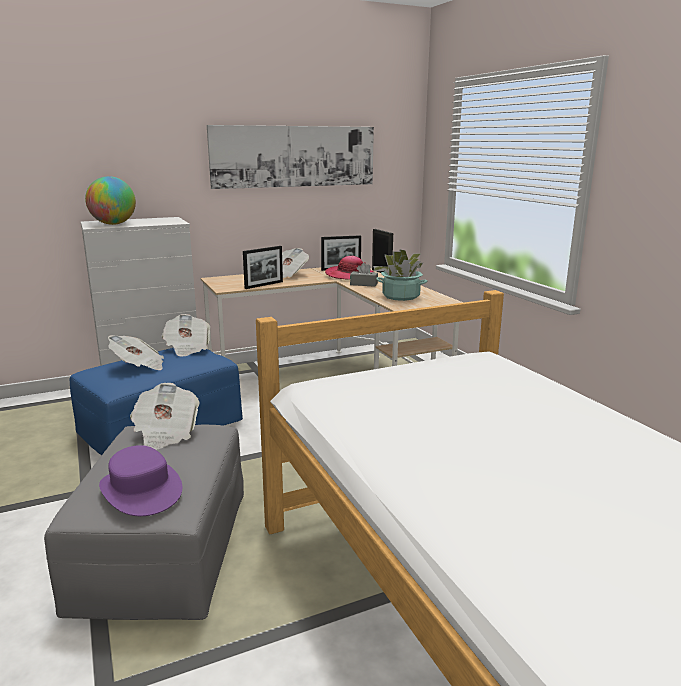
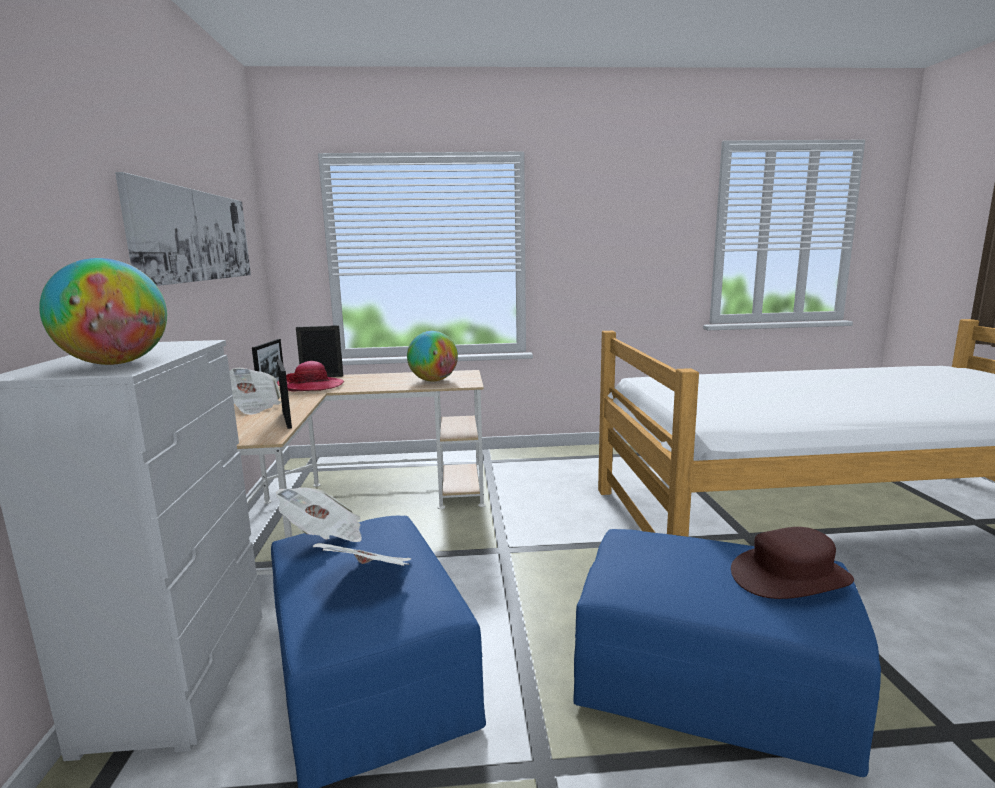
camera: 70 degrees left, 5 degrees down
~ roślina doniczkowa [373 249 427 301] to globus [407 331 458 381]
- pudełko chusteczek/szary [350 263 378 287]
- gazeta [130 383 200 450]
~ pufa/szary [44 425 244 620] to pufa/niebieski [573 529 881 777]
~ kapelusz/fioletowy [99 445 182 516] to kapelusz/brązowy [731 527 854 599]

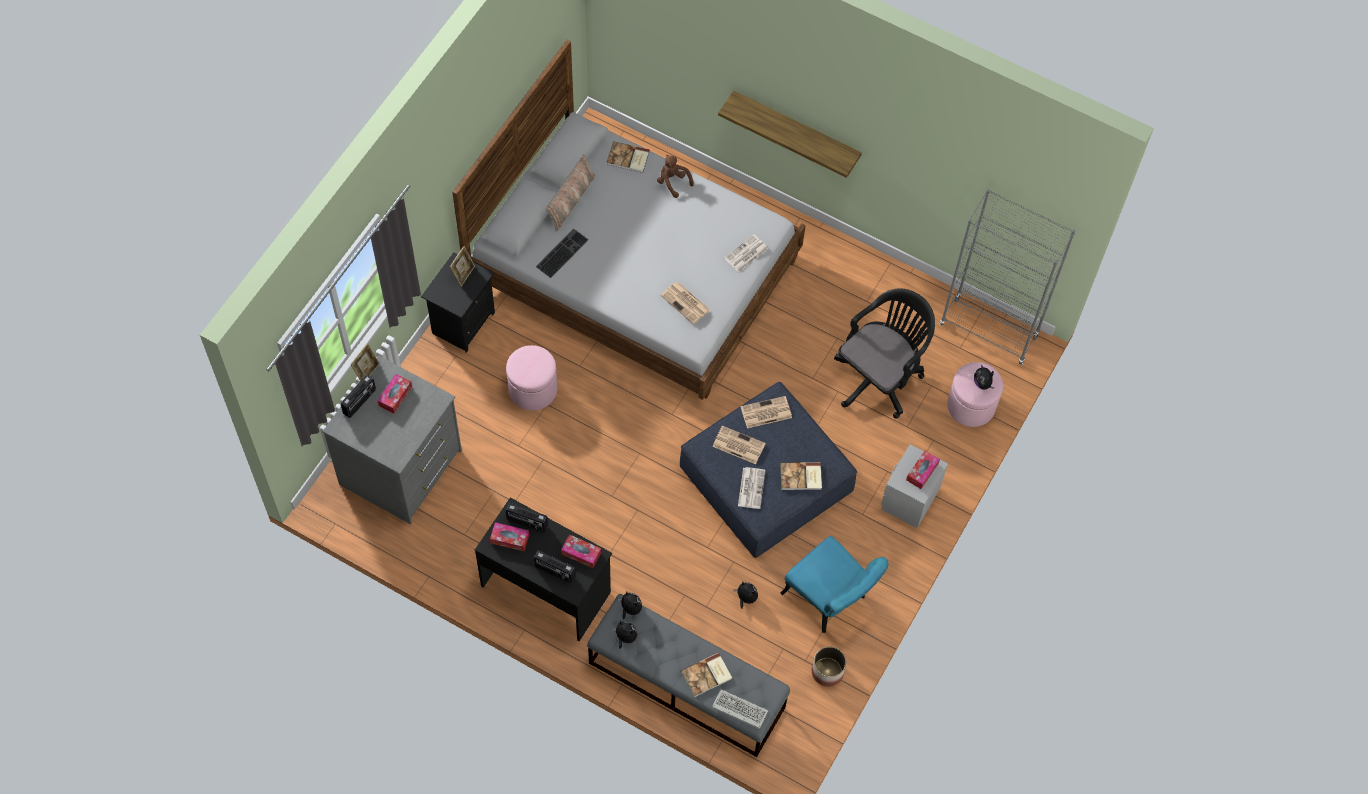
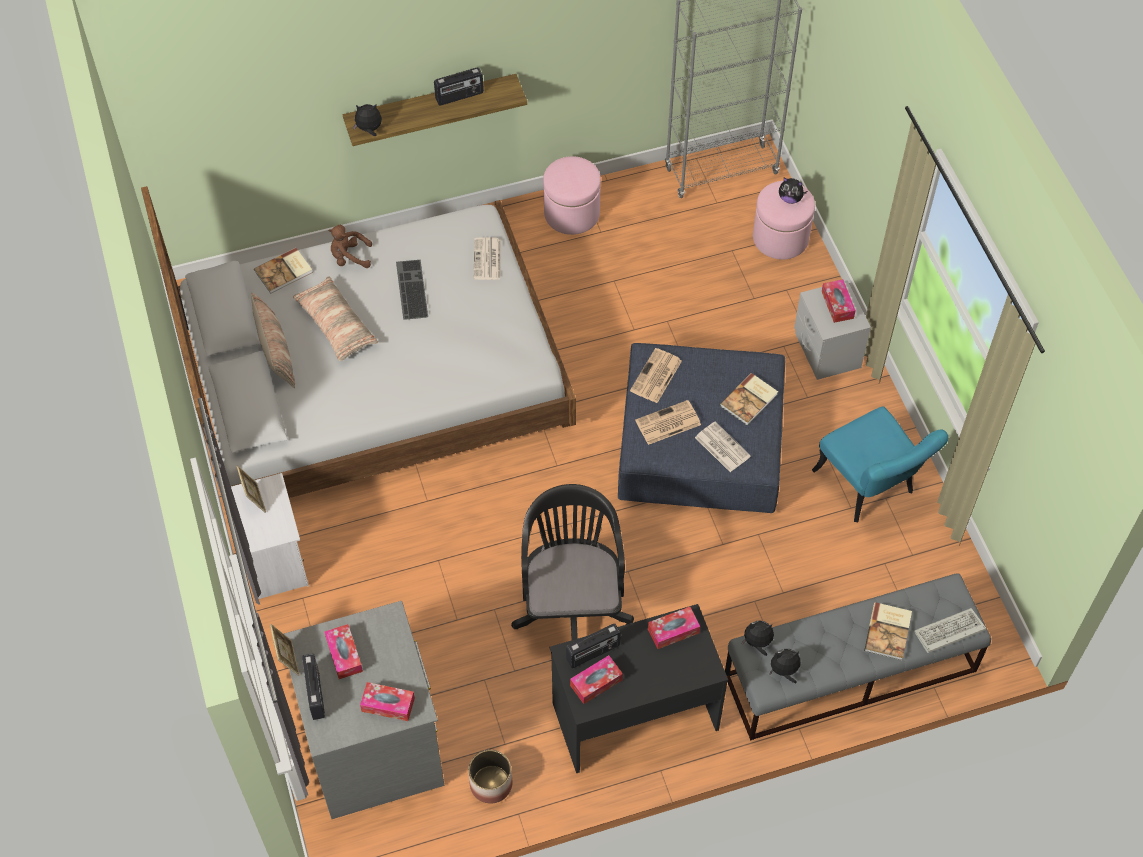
camera: 45 degrees left, 5 degrees down
~ klawiatura [536 228 588 278] to [396 260 428 320]
~ szafka nocna/czarny [421 252 495 353] to szafka nocna/biały [231 473 309 599]
- gazeta [661 282 710 324]
~ krzesło biurowe/czarny [834 289 935 419] to [511 484 634 640]
~ pufa/różowy [506 345 557 410] to [543 156 601 235]
~ krzesło/turkusowy [780 536 889 633] = [812 407 948 522] 60 degrees clockwise
~ radio [534 550 576 583] to [434 67 484 105]
~ pluszak [734 582 758 609] to [353 104 382 136]
~ donica [812 646 846 687] to [468 750 512 804]
+ poduszka [293 276 378 361]
+ pudełko chusteczek [360 682 415 721]

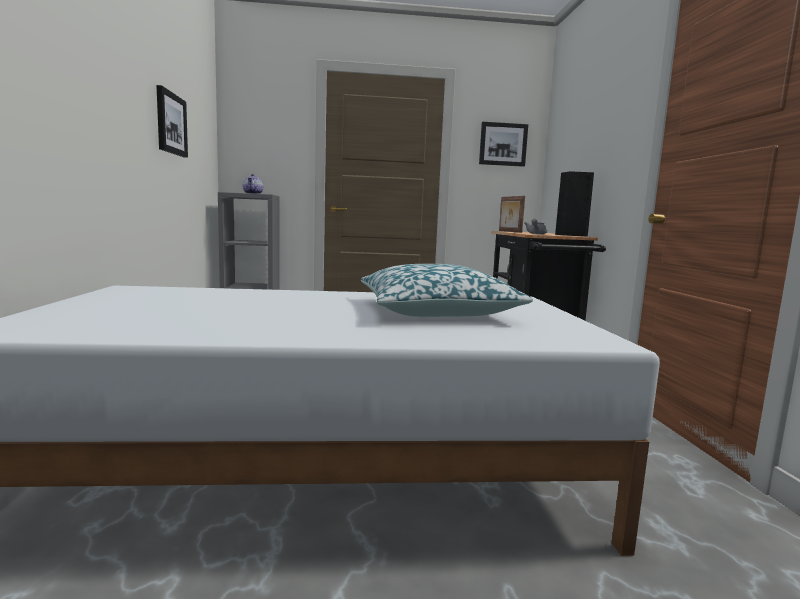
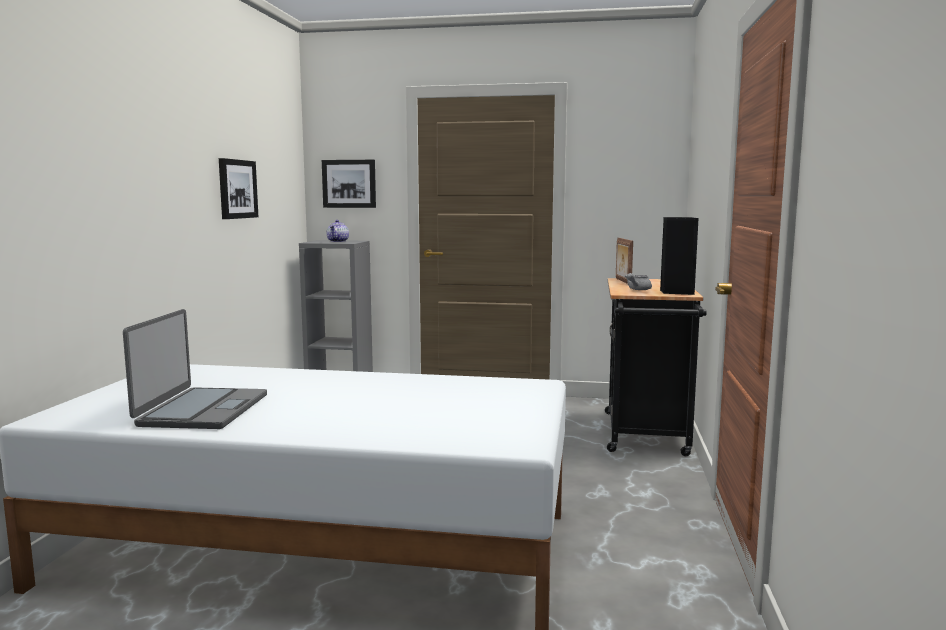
camera: 15 degrees right, 0 degrees up
~ obraz [479 122 528 167] to [322 160 376 208]
- poduszka [361 264 533 317]
+ laptop [123 309 267 429]

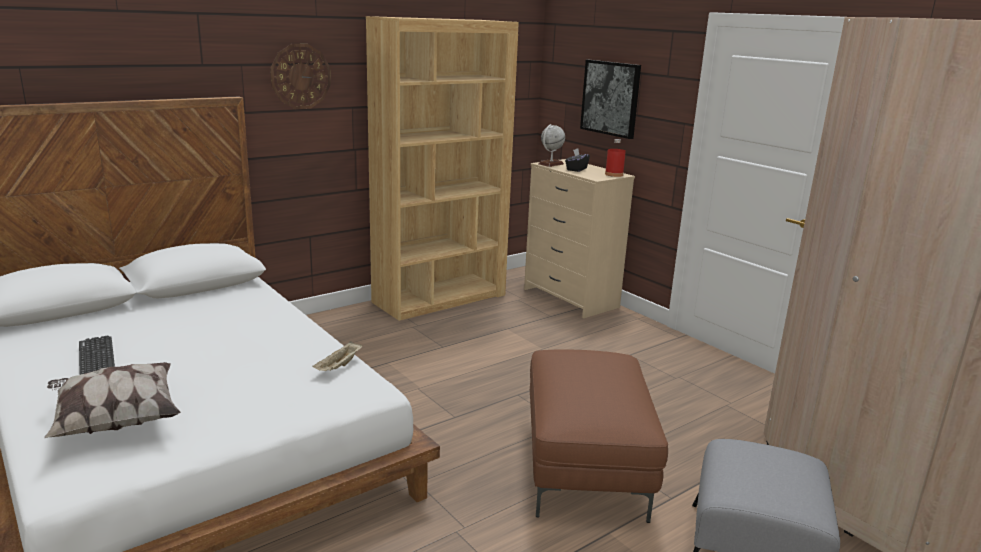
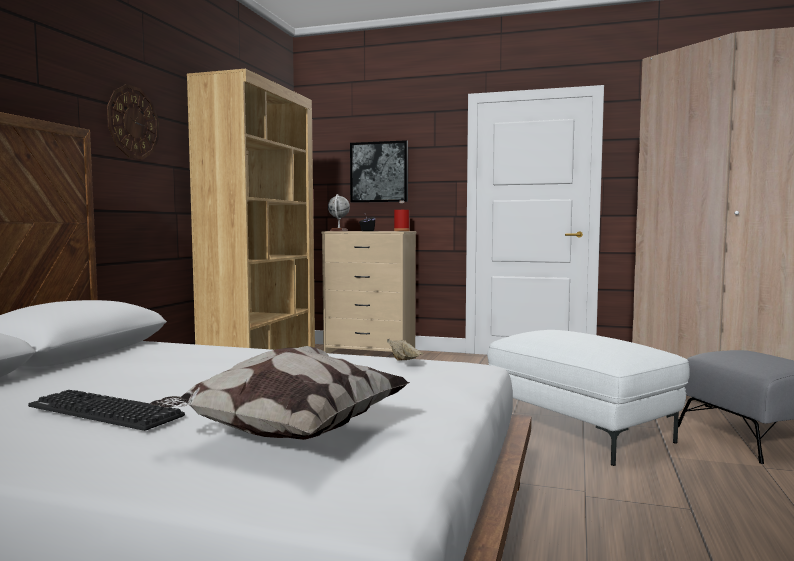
camera: 35 degrees left, 15 degrees down
~ pufa/brązowy [530 350 668 523] to pufa/biały [487 330 690 466]

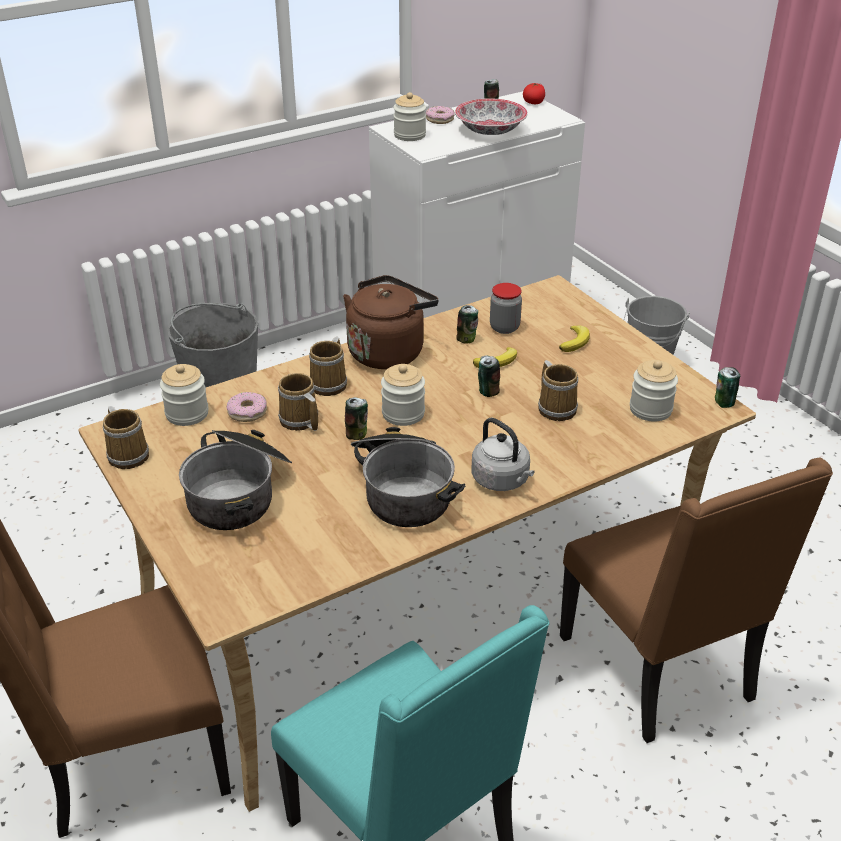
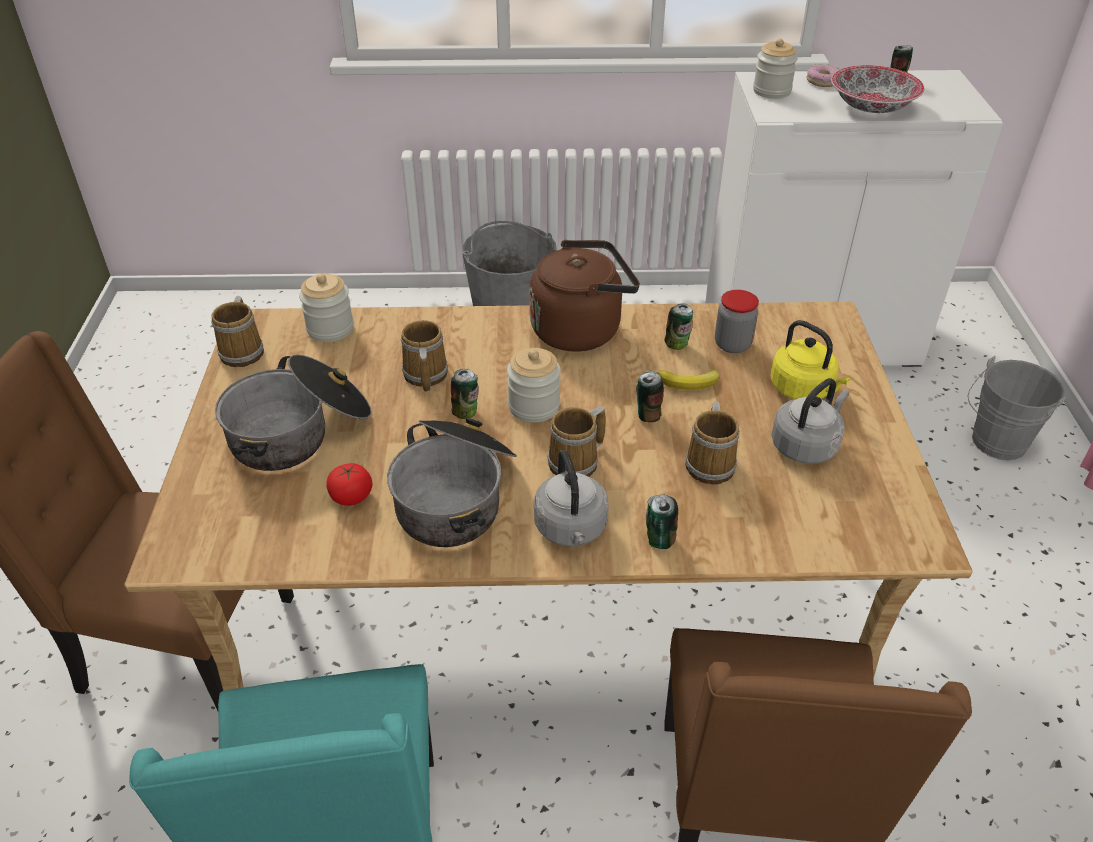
camera: 30 degrees right, 5 degrees up
~ pomidor [523 83 545 104] to [326 463 372 506]
~ banan [559 325 590 352] to czajnik/żółty [770 320 850 399]
~ kubek [309 337 347 396] to [547 406 606 477]
- słoik [630 360 678 421]
~ puszka [715 367 741 408] to [646 494 678 549]
- donut [226 392 267 422]
+ czajnik/szary [771 378 849 464]

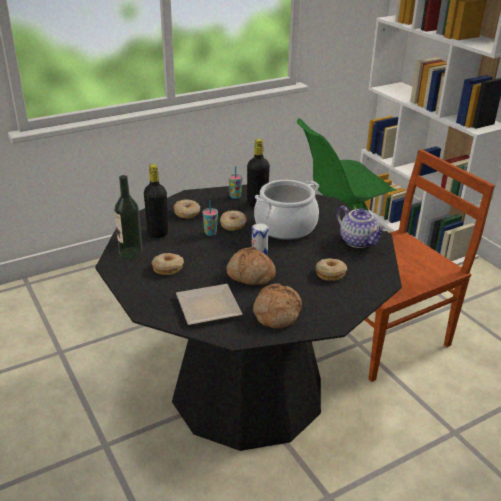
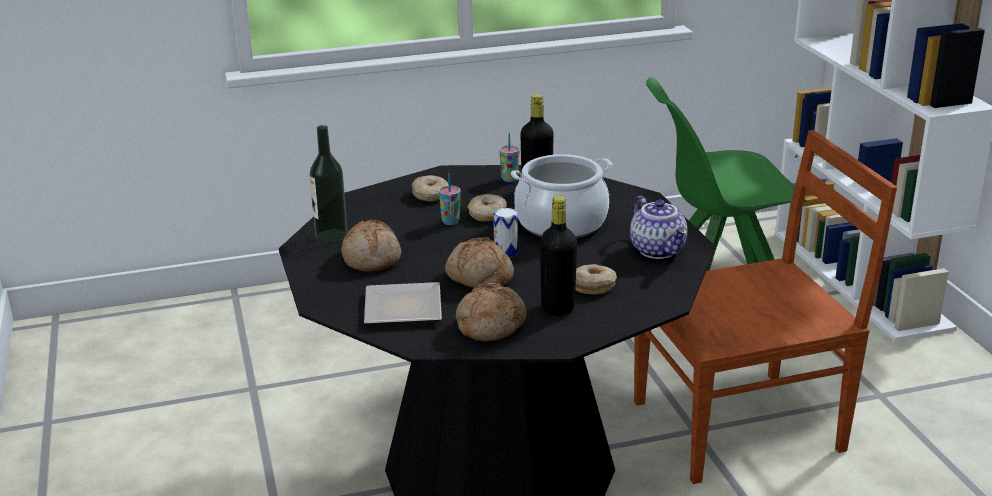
camera: 15 degrees right, 5 degrees down
~ butelka/czarny [144 164 168 238] to [540 195 577 316]
~ donut [152 253 184 275] to chleb [341 220 401 272]

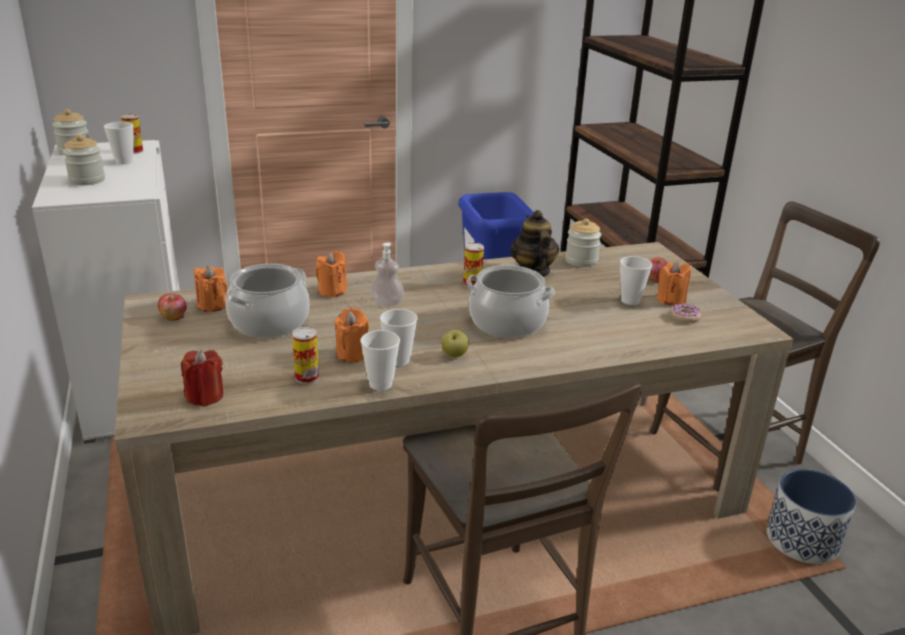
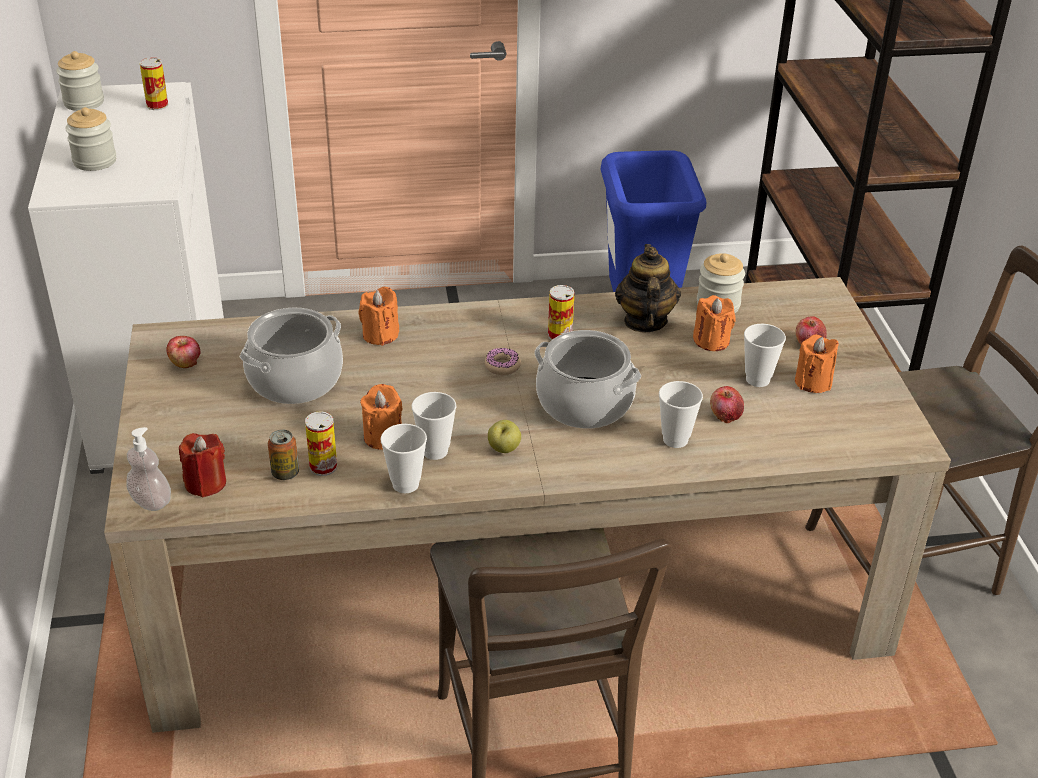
camera: 10 degrees right, 10 degrees up
~ filiżanka [104 122 134 164] to [659 381 703 448]
~ dozownik mydła [370 242 404 306] to [126 427 171 511]
~ świeca/pomarańczowy [194 266 227 312] to [693 295 736 351]
~ donut [671 304 701 323] to [485 348 521 375]
- donica [767 469 856 564]
+ jabłko [710 386 744 424]
+ puszka [268 430 299 480]

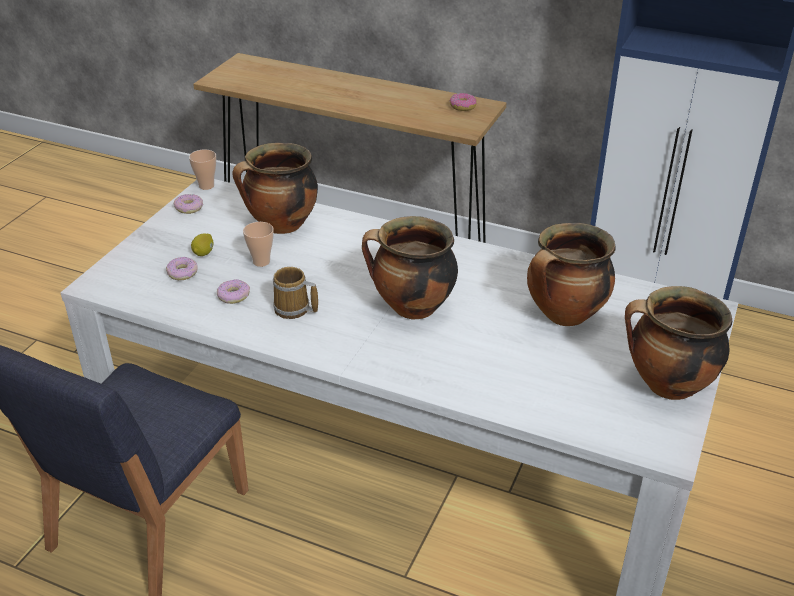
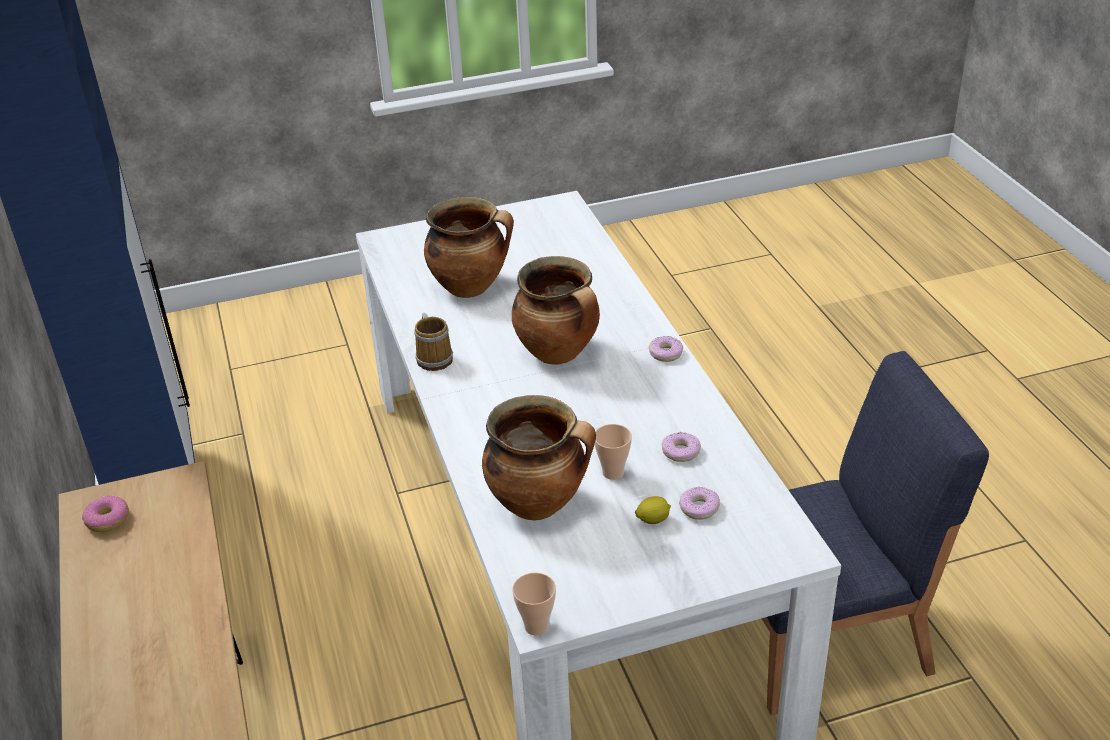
camera: 130 degrees left, 0 degrees up
~ donut [174 194 203 214] to [649 336 683 362]
~ kubek [273 267 318 319] to [414 313 453 371]
- garnek [625 286 732 400]

